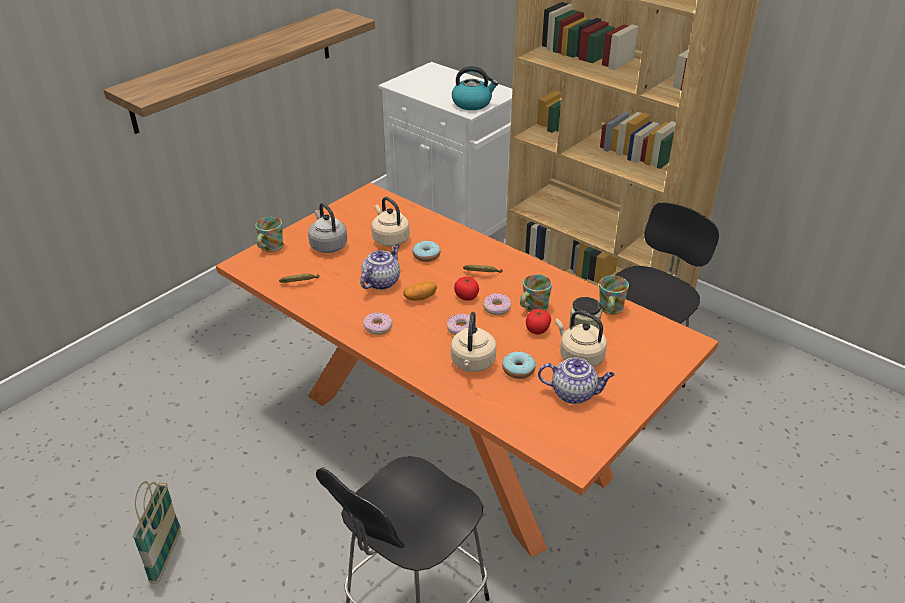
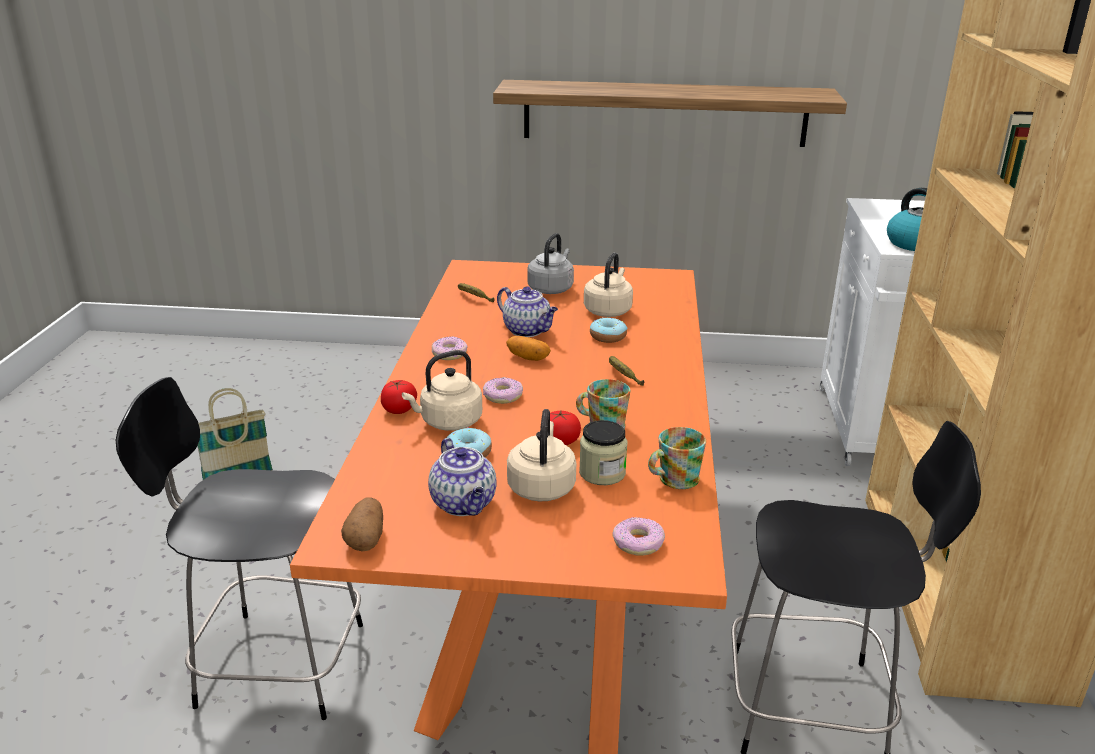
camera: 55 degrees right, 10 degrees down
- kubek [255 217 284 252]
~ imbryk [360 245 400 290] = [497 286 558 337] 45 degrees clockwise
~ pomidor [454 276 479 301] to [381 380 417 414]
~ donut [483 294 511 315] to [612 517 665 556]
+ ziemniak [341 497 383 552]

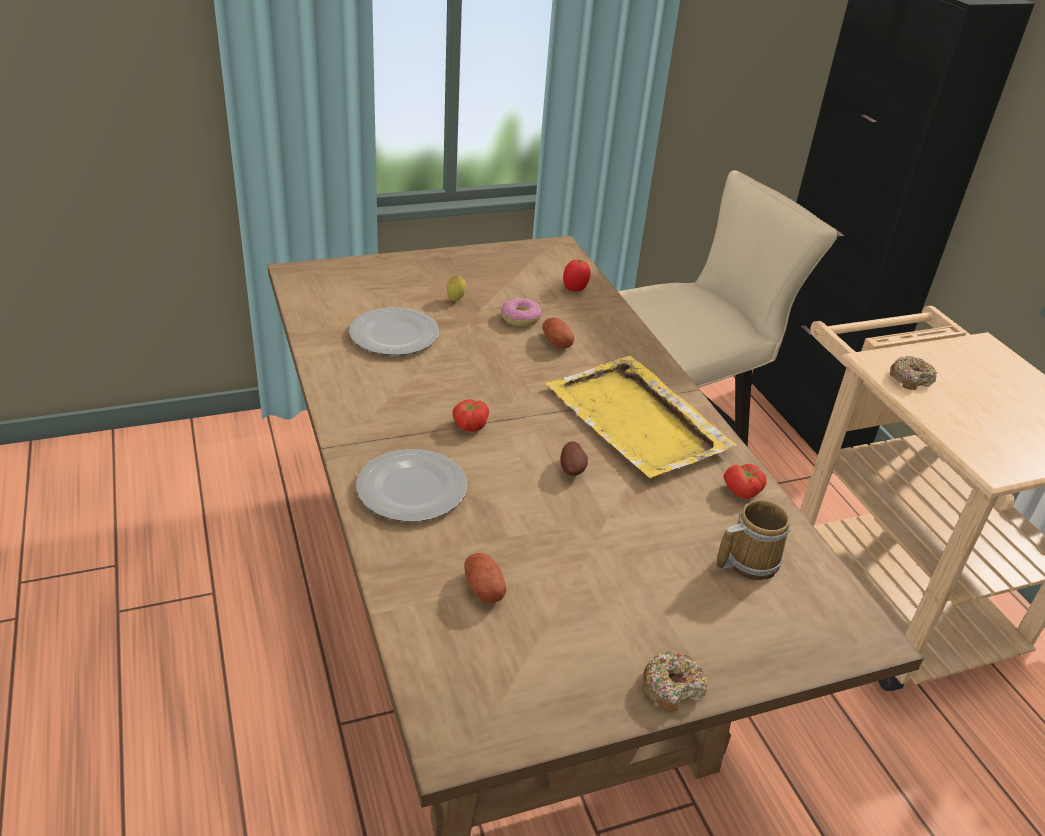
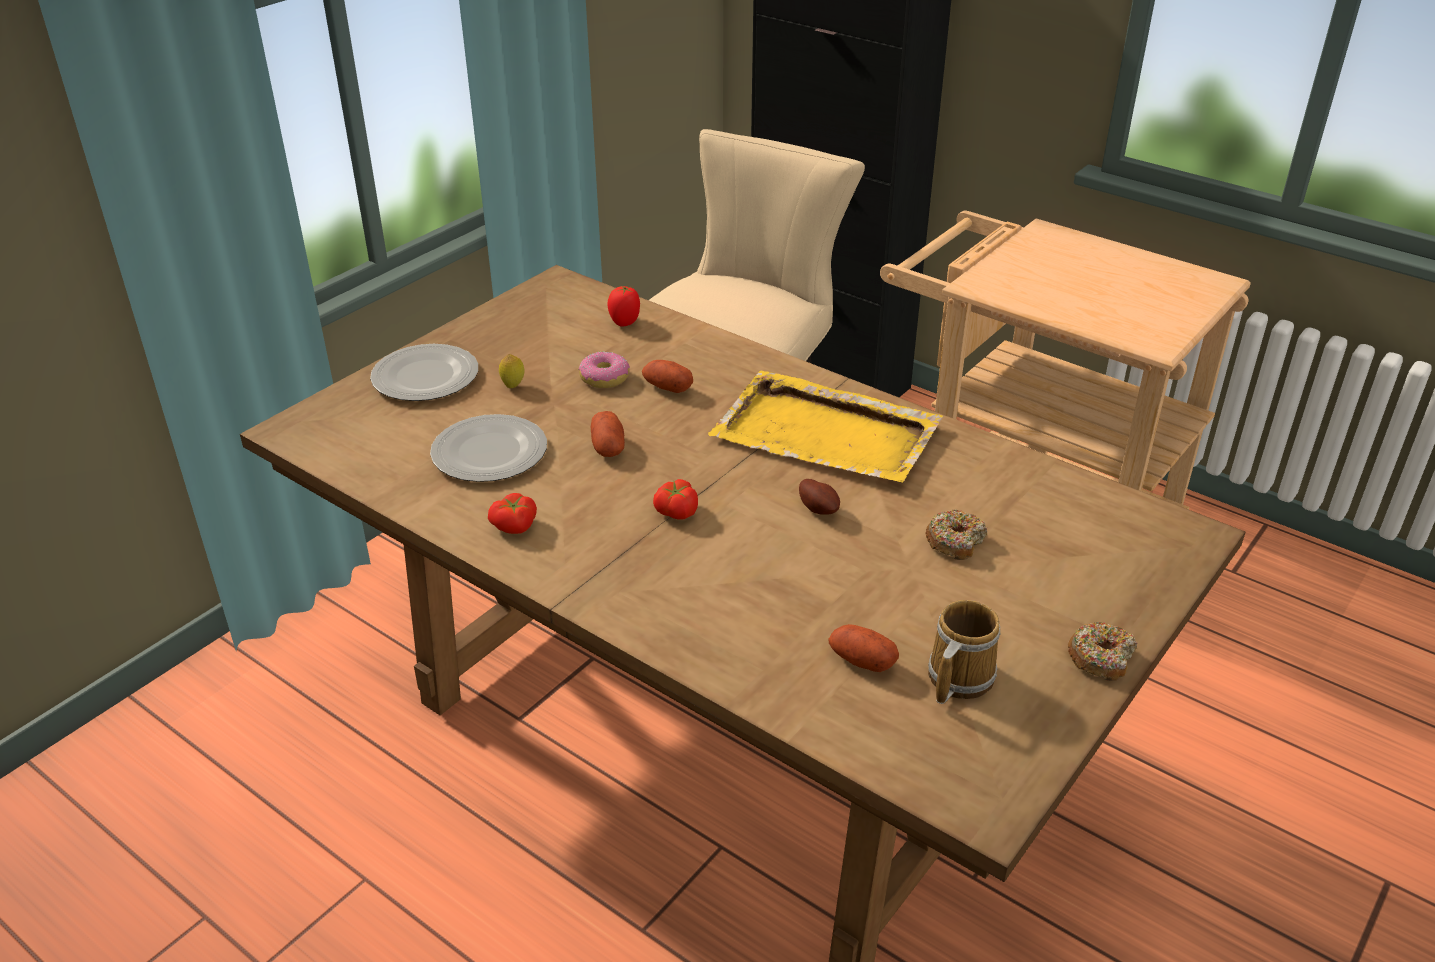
camera: 30 degrees left, 0 degrees up
~ donut [890 356 937 390] to [925 510 987 560]
~ talerz [356 449 467 522] to [370 344 478 401]
~ pomidor [724 464 766 499] to [488 493 537 534]
~ kubek [716 500 790 580] to [928 600 1001 704]
+ ziemniak [591 411 625 457]

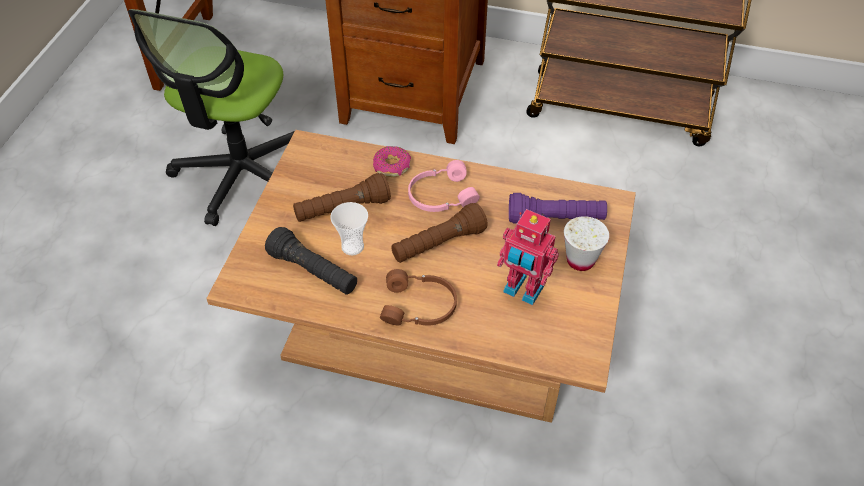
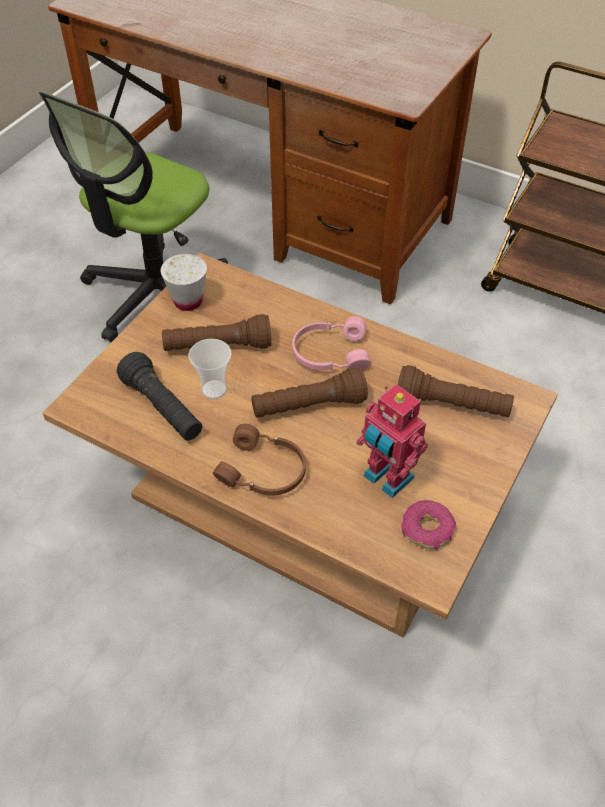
camera: 15 degrees right, 0 degrees up
~ donut [373 146 411 177] to [401 500 456 549]
~ latarka/fioletowy [509 193 607 224] to latarka/brązowy [398 365 514 417]
~ filiżanka/biały [564 216 609 271] to [161 254 207 311]

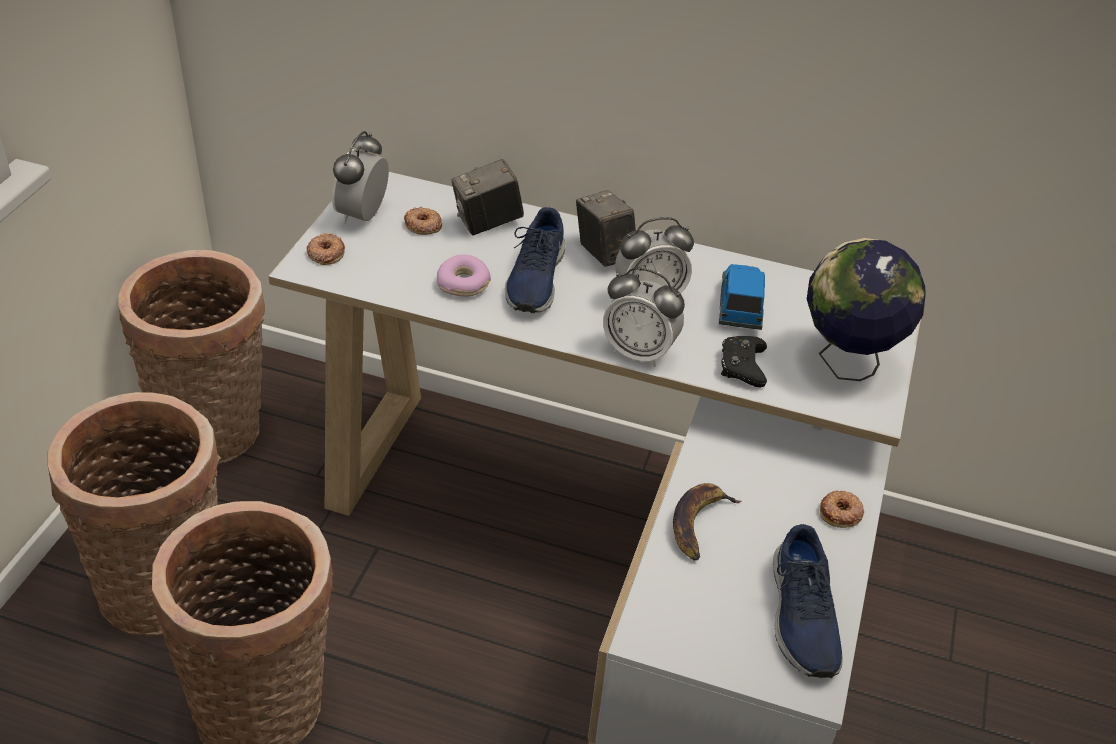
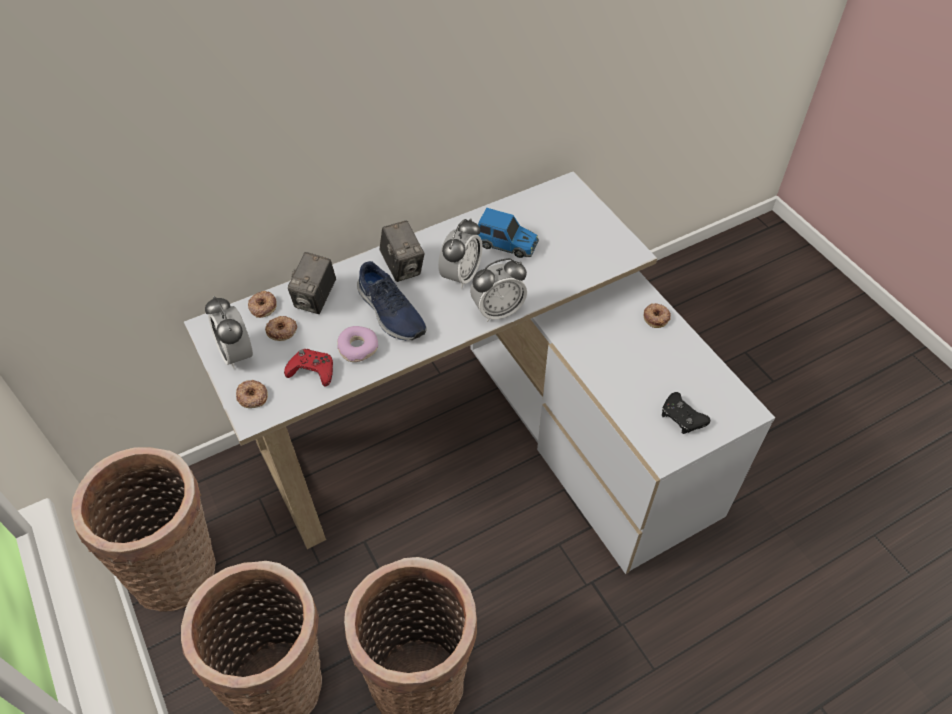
camera: 45 degrees left, 10 degrees up
~ aparat fotograficzny [576 190 636 267] = [379 221 424 282] 135 degrees counterclockwise
- globus [807 238 926 381]
~ samochodzik [719 264 765 330] = [478 208 539 258] 150 degrees clockwise
~ pad do gier/czarny [721 336 767 388] to [662 392 710 434]
- banan [673 483 742 560]
- but/niebieski [773 524 843 678]
+ donut [248 291 277 318]
+ pad do gier/czerwony [284 349 333 387]

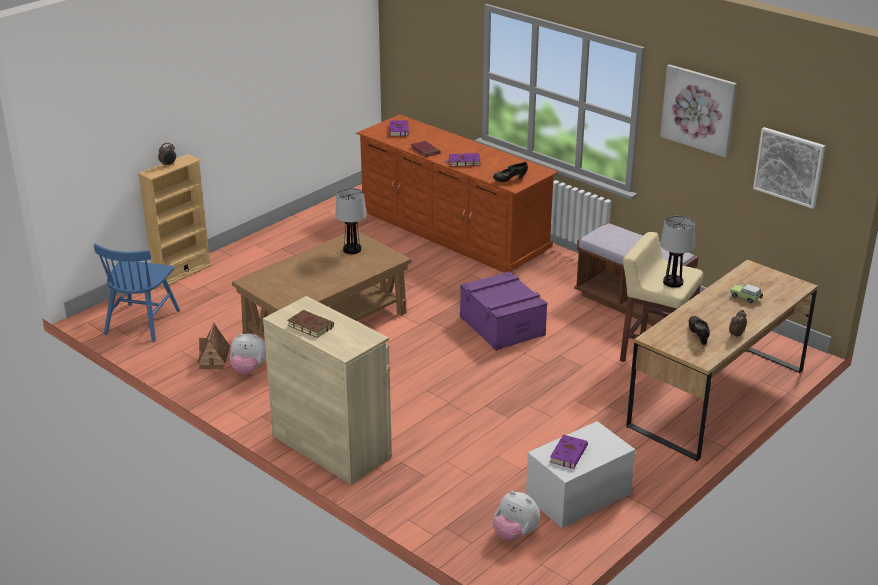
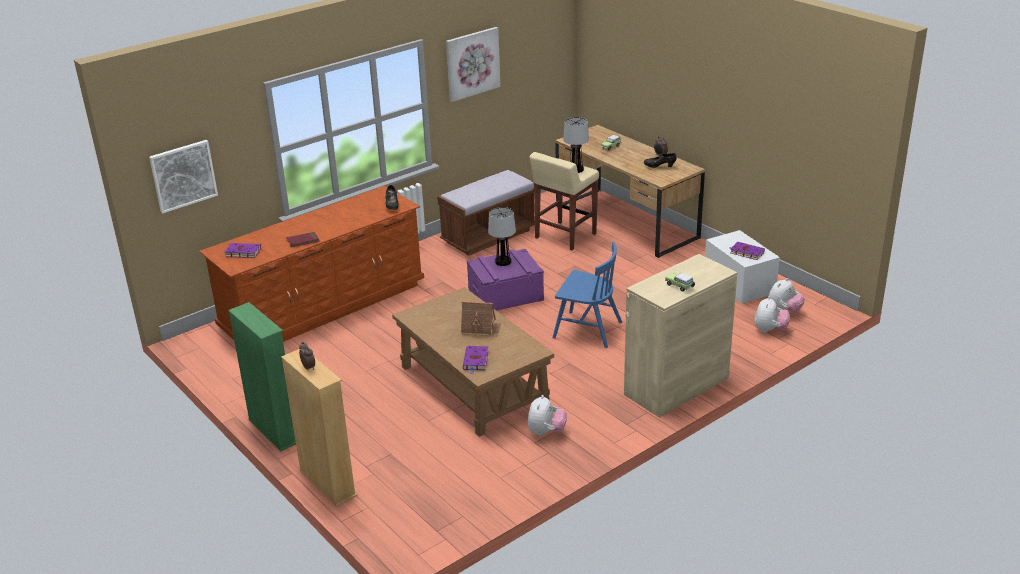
camera: 80 degrees left, 0 degrees up
~ obraz [753 127 825 209] to [149 140 218 213]
~ książka/fioletowy [444 153 480 166] to [463 346 488 374]
~ lampa stołowa [336 188 366 254] to [488 207 516 266]
~ krzesło/niebieski [94 243 180 342] to [553 242 622 348]
~ książka/brązowy [287 310 334 338] to samochodzik [665 273 695 291]
~ domek [197 322 230 369] to [461 301 501 337]
+ pluszak [754 296 790 333]
+ regał/zielony [228 302 296 451]

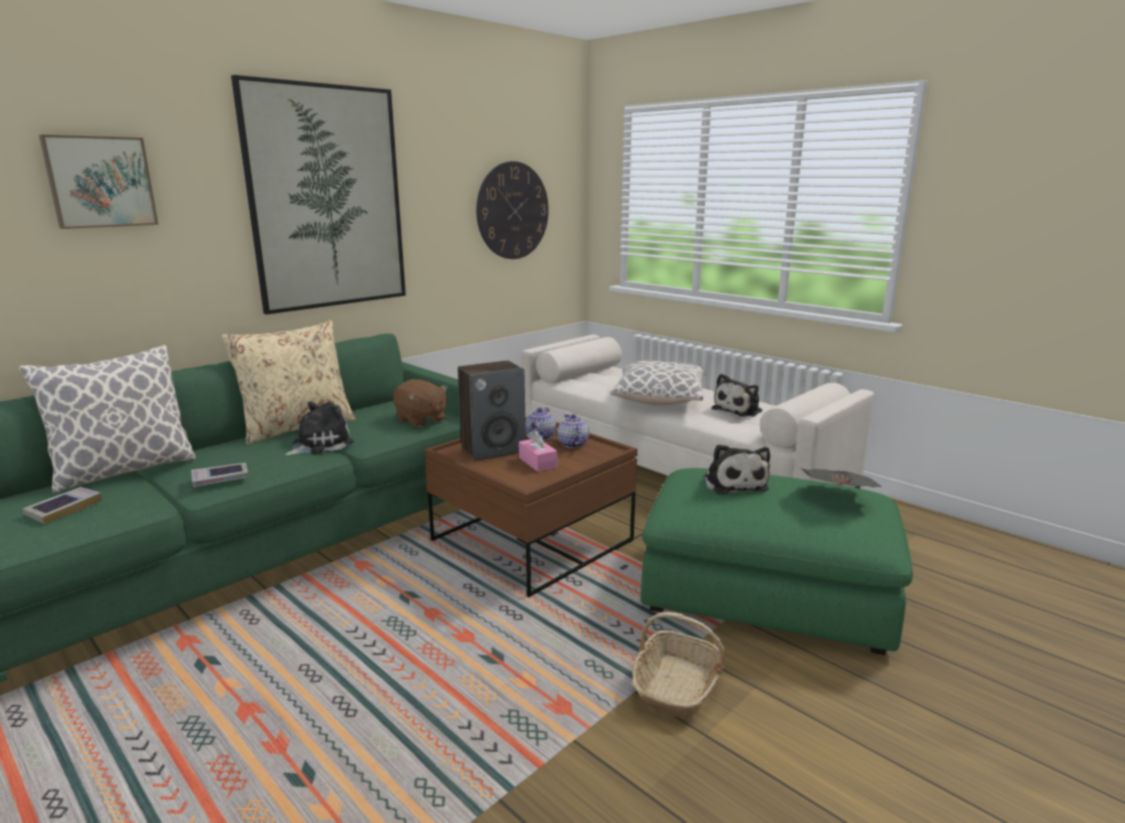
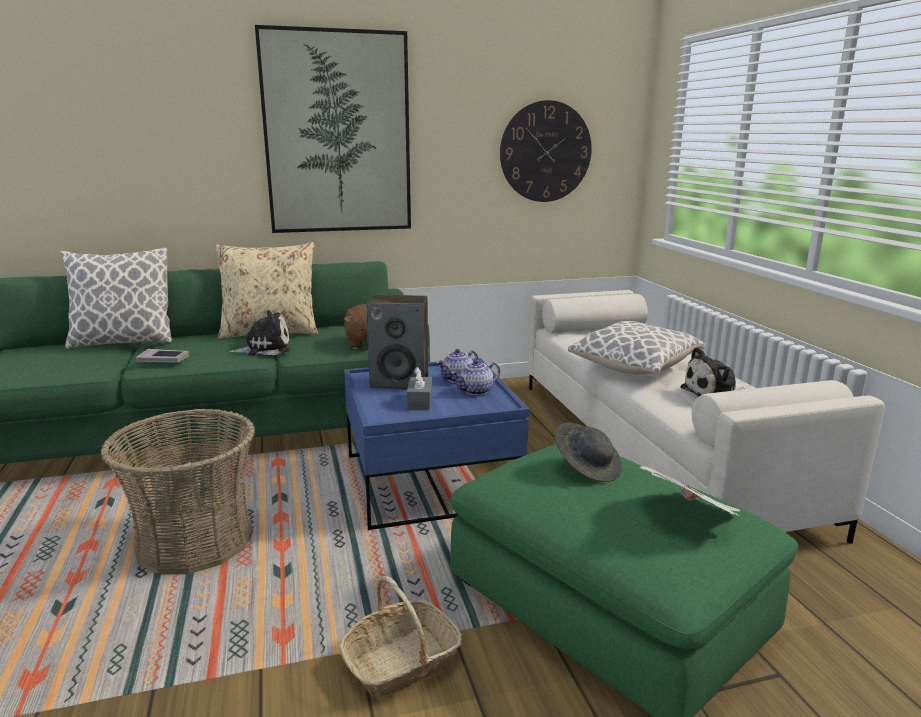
camera: 30 degrees right, 0 degrees up
- obraz [39 135 158 229]
~ imbryk [557 414 589 448] = [452 360 500 395] 135 degrees counterclockwise
~ ława/brązowy [424 417 637 597] to ława/niebieski [344 358 529 530]
~ pudełko chusteczek/różowy [519 430 557 472] to pudełko chusteczek/szary [407 367 432 410]
~ pluszak [703 444 770 495] to kapelusz/szary [555 422 623 482]
- książka [22 487 102 524]
+ koszyk [100 409 255 574]

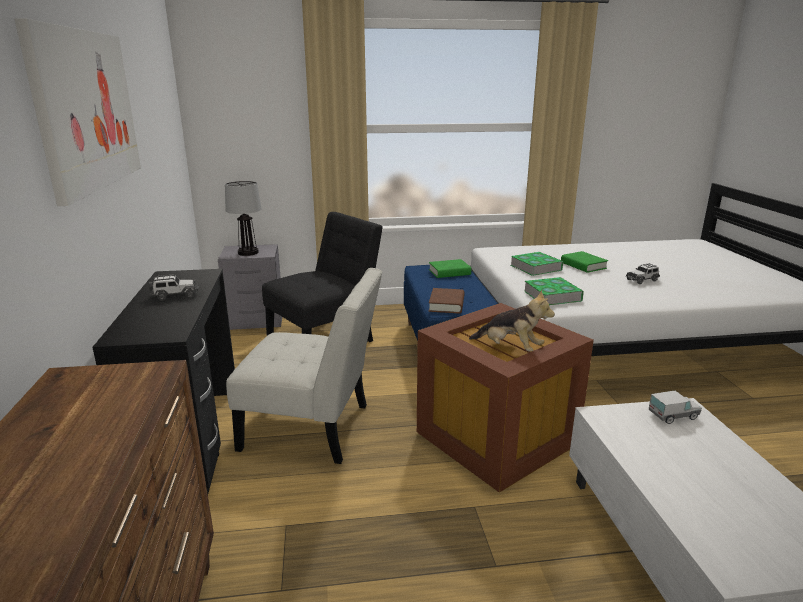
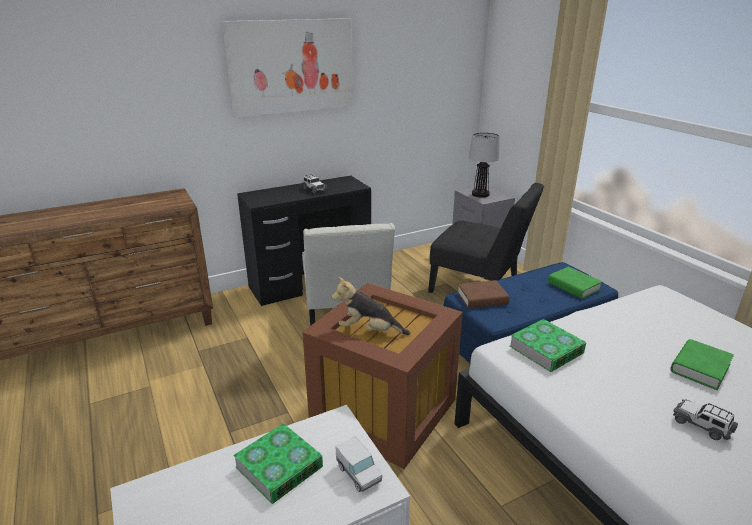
camera: 70 degrees right, 5 degrees up
~ książka [511 252 563 276] to [233 423 323 504]
~ pluszak [469 290 555 352] = [331 277 410 335] 90 degrees clockwise

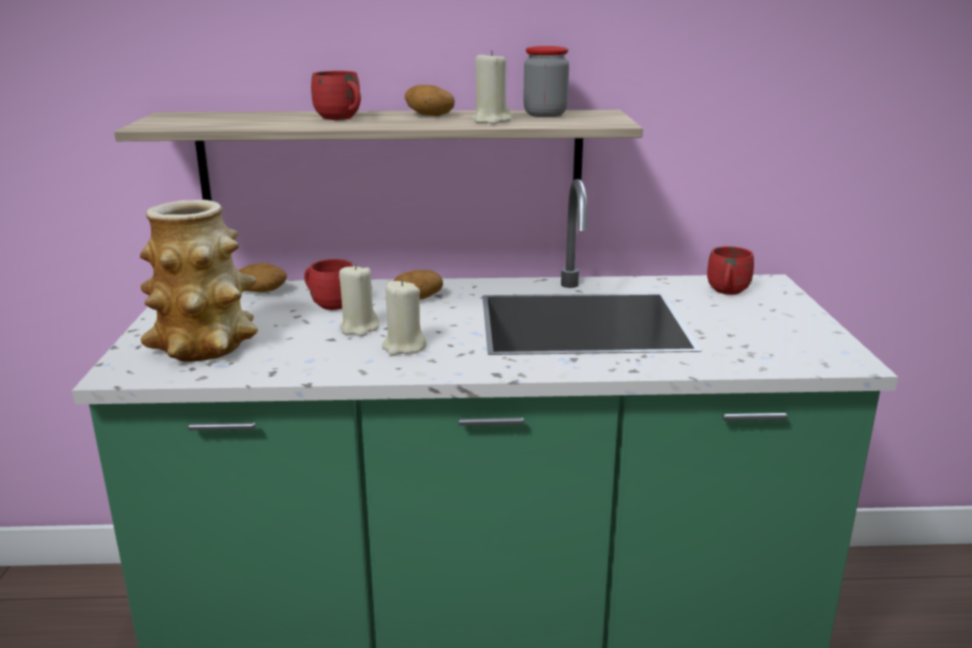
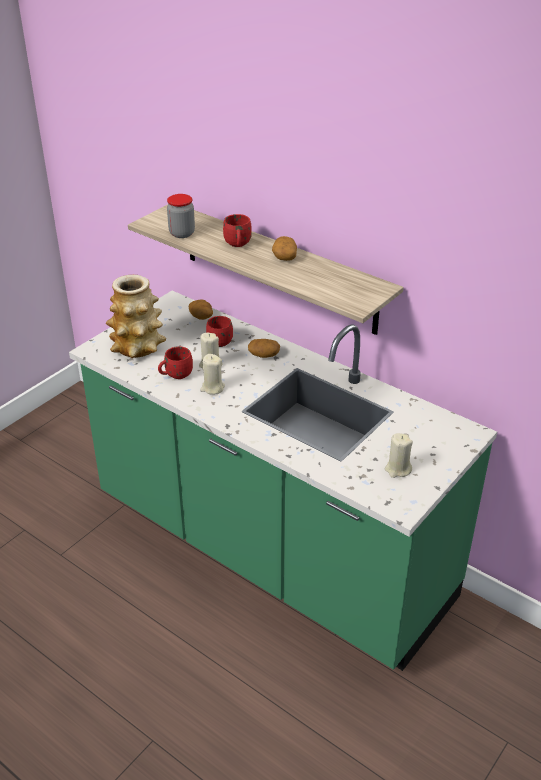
camera: 40 degrees right, 15 degrees up
~ słoik [523 46 569 117] to [167 194 195 238]
~ świeca/beżowy [472 50 511 124] to [385 433 413 478]
~ kubek/czerwony [707 246 754 295] to [158 346 193 379]

